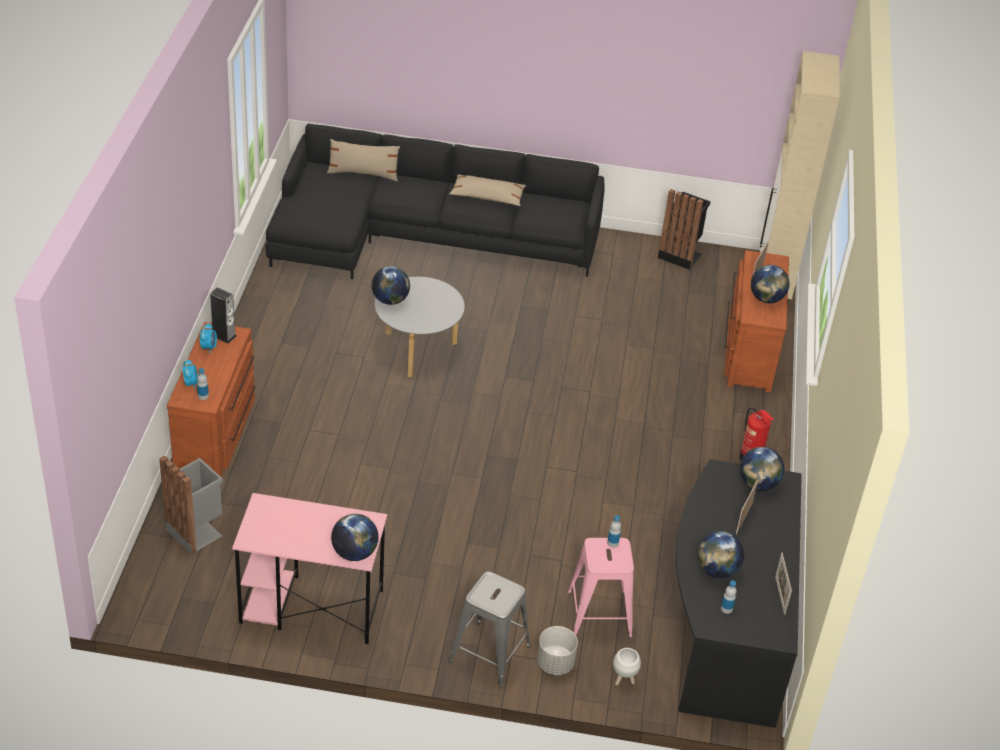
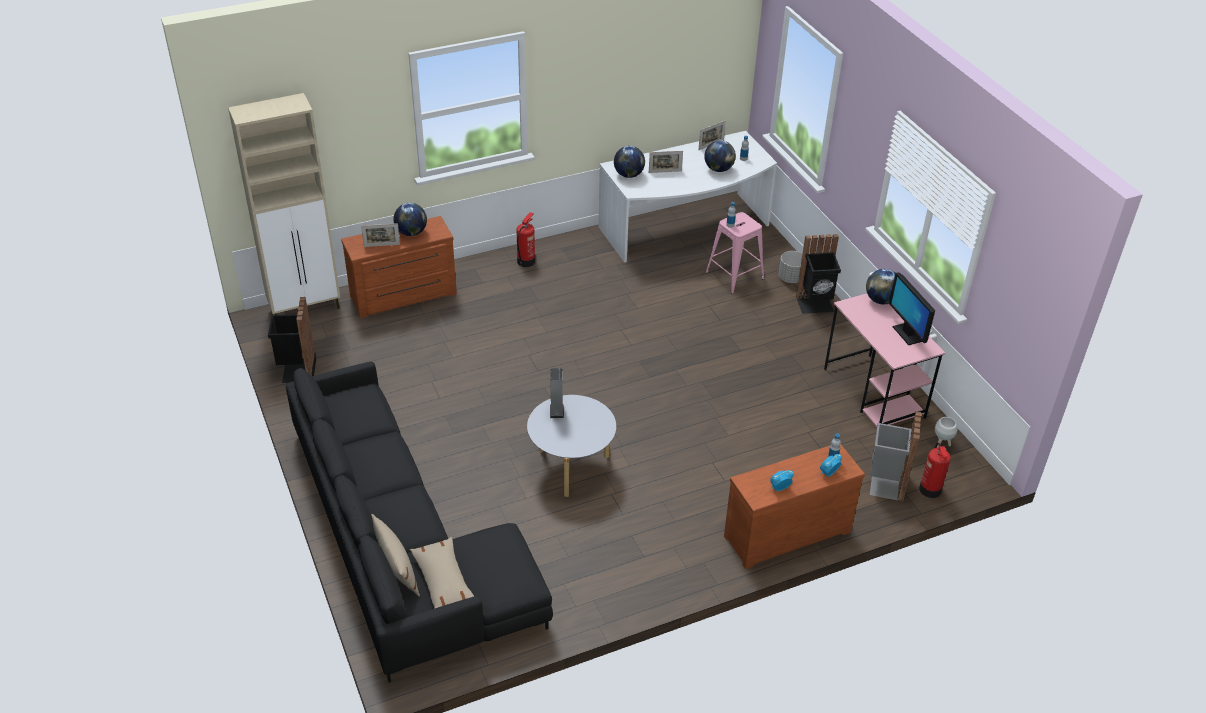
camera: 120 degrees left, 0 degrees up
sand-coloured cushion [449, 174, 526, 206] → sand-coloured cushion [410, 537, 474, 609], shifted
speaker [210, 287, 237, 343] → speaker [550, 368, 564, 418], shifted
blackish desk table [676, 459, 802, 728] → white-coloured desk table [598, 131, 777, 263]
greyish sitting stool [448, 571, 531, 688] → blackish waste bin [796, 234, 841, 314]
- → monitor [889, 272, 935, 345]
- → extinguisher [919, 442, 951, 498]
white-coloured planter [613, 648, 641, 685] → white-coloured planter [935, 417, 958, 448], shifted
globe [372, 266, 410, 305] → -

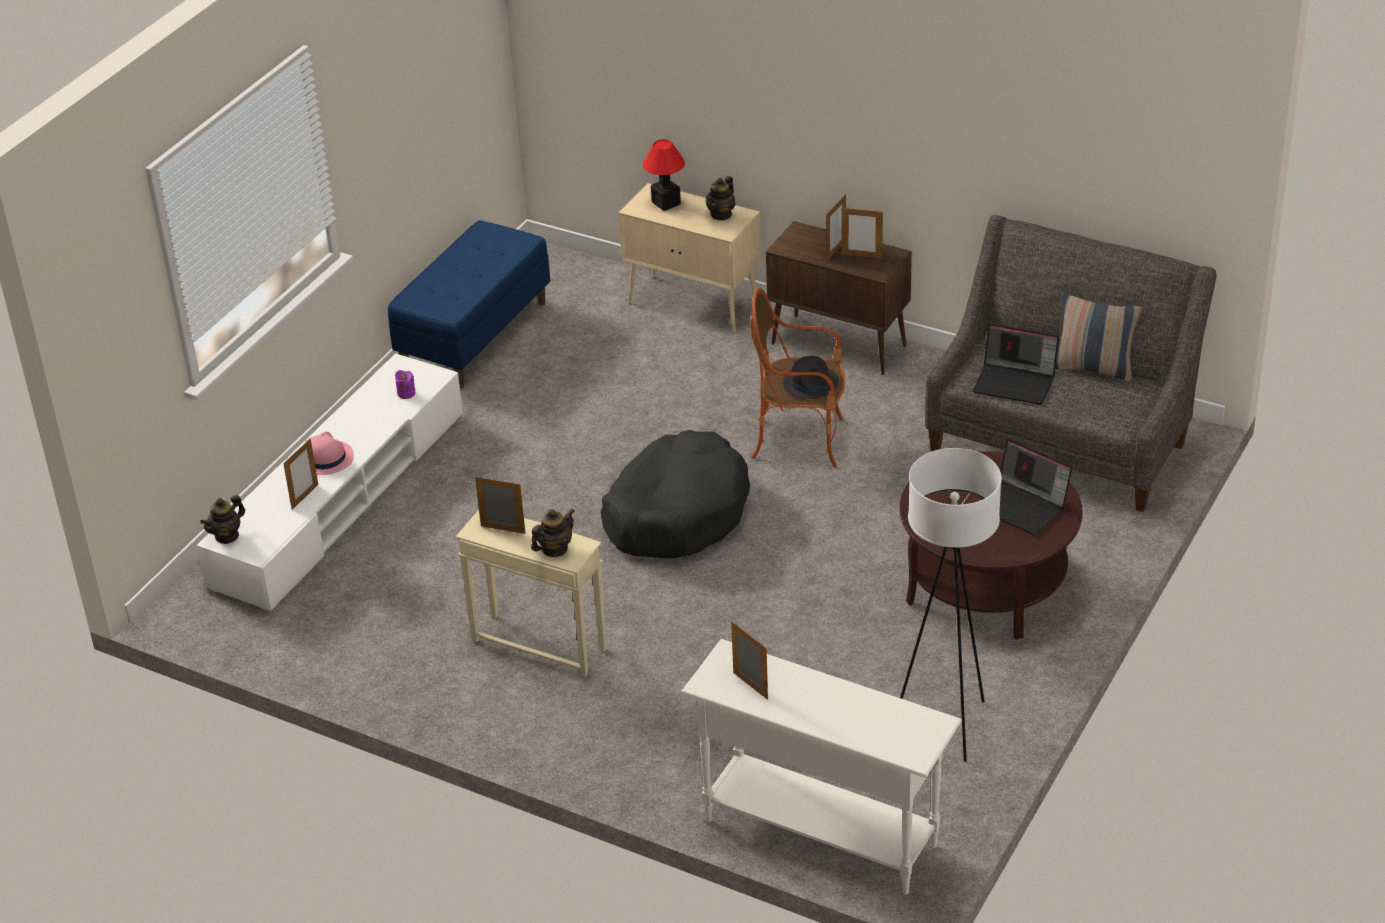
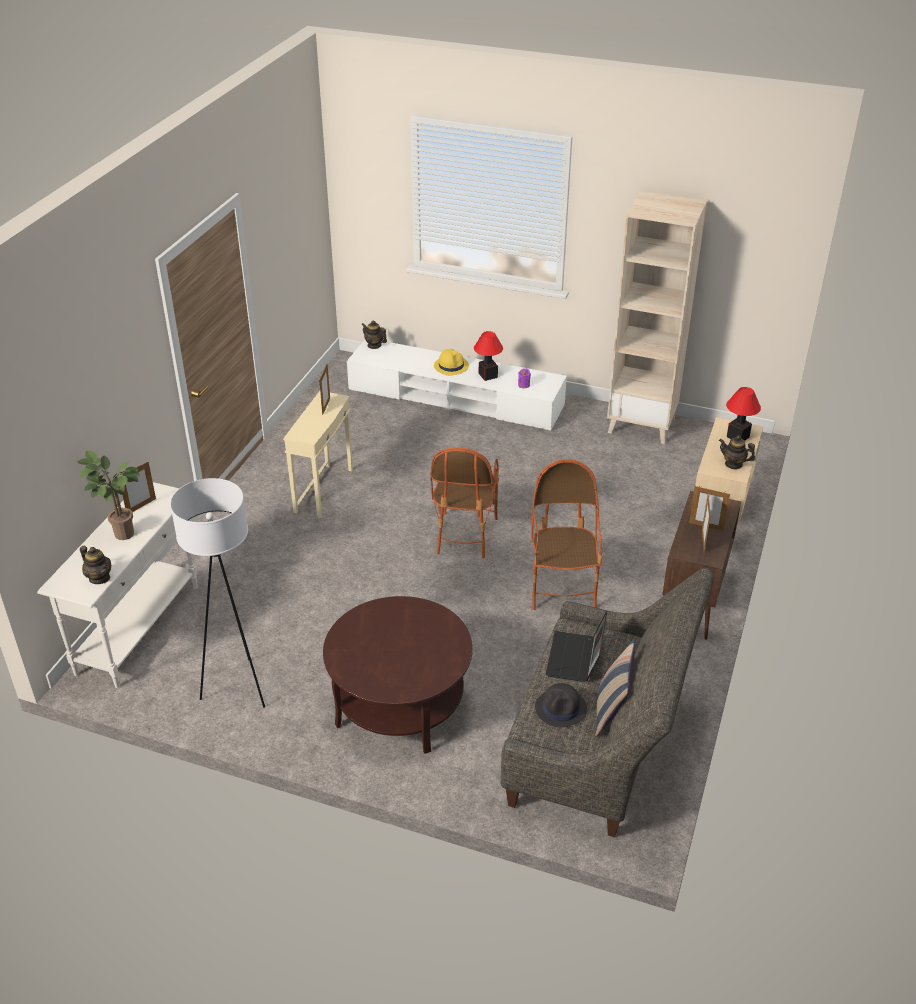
camera: 80 degrees right, 0 degrees up
- → houseplant [77, 450, 140, 540]
tea pot [531, 509, 575, 557] → tea pot [80, 546, 111, 584], shifted
blackish dog bed [600, 430, 750, 558] → easy chair [430, 447, 499, 558]
pink wearable hat [307, 431, 354, 475] → yellow-coloured wearable hat [434, 349, 469, 376]
- → tabletop lamp [474, 331, 503, 381]
blackish wearable hat [783, 356, 839, 399] → blackish wearable hat [535, 683, 587, 727], shifted
blue long seat [388, 220, 550, 388] → sand-coloured shelving unit [607, 191, 707, 444]
photo frame [283, 439, 318, 510] → -
notebook computer [976, 439, 1072, 535] → -

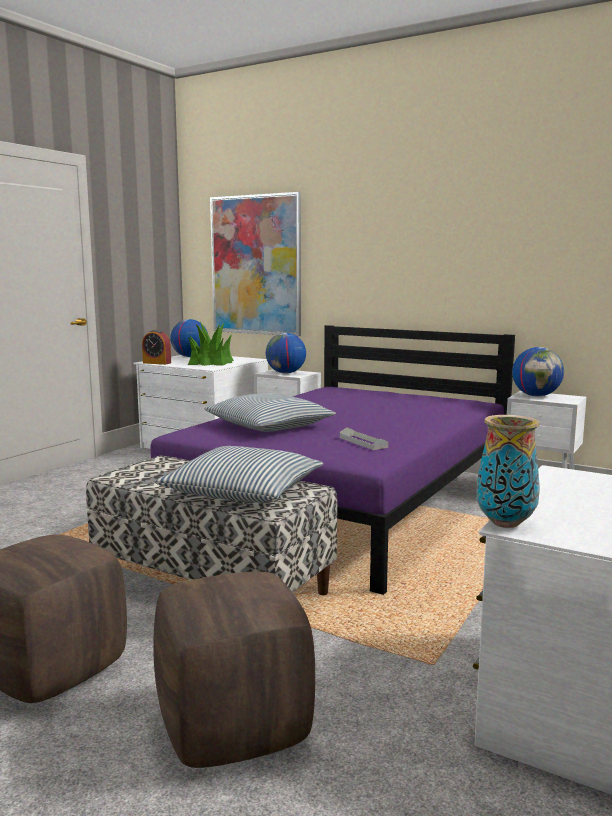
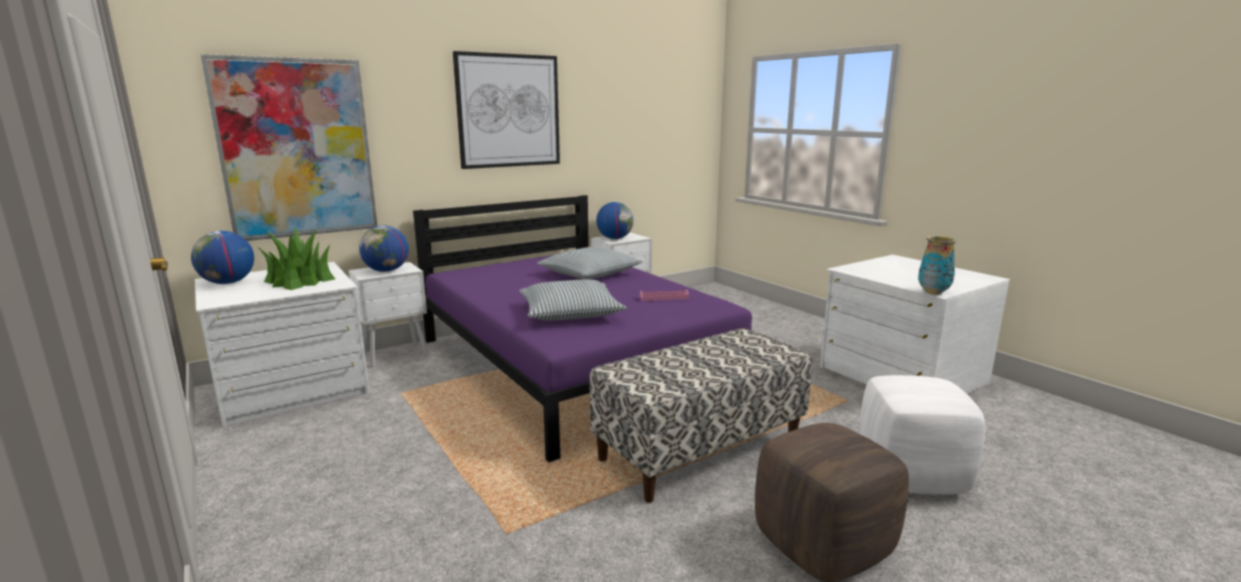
camera: 65 degrees left, 5 degrees up
- → picture [453, 51, 560, 169]
cushion [155, 446, 323, 503] → cushion [537, 247, 642, 279], shifted
greyish tray [340, 427, 388, 450] → pink tray [640, 289, 689, 301]
brown footrest [153, 572, 315, 768] → white-coloured footrest [859, 375, 985, 495]
table clock [142, 330, 171, 365] → -

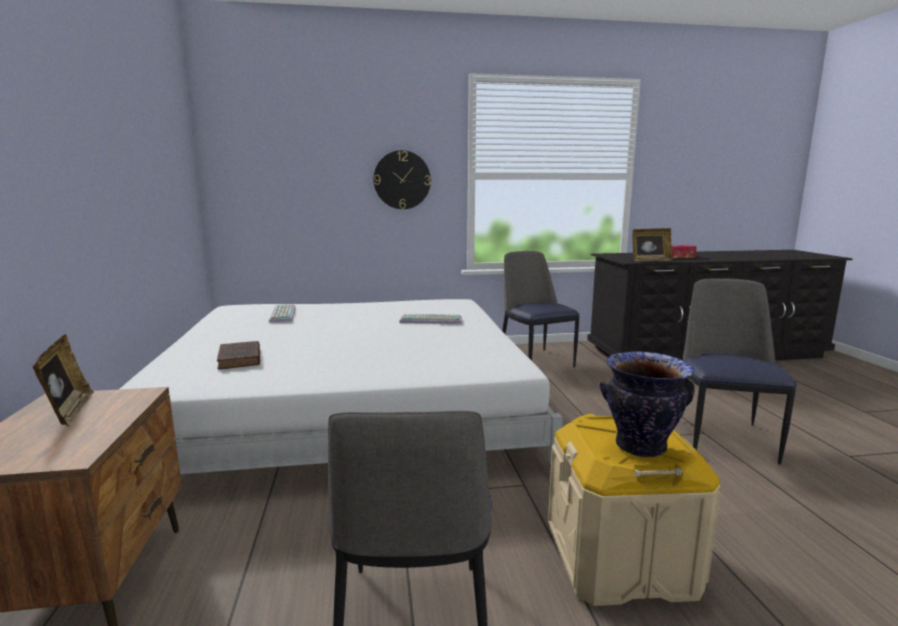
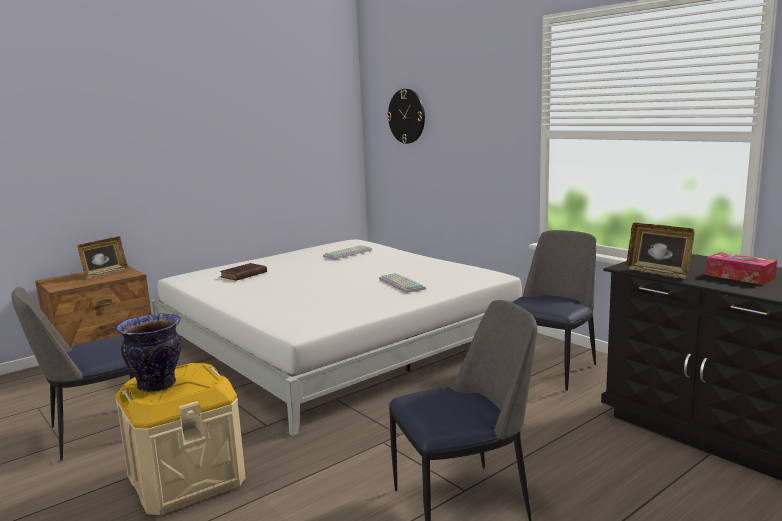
camera: 60 degrees right, 0 degrees up
hanging clock [374, 150, 431, 209] → hanging clock [387, 89, 425, 144], shifted

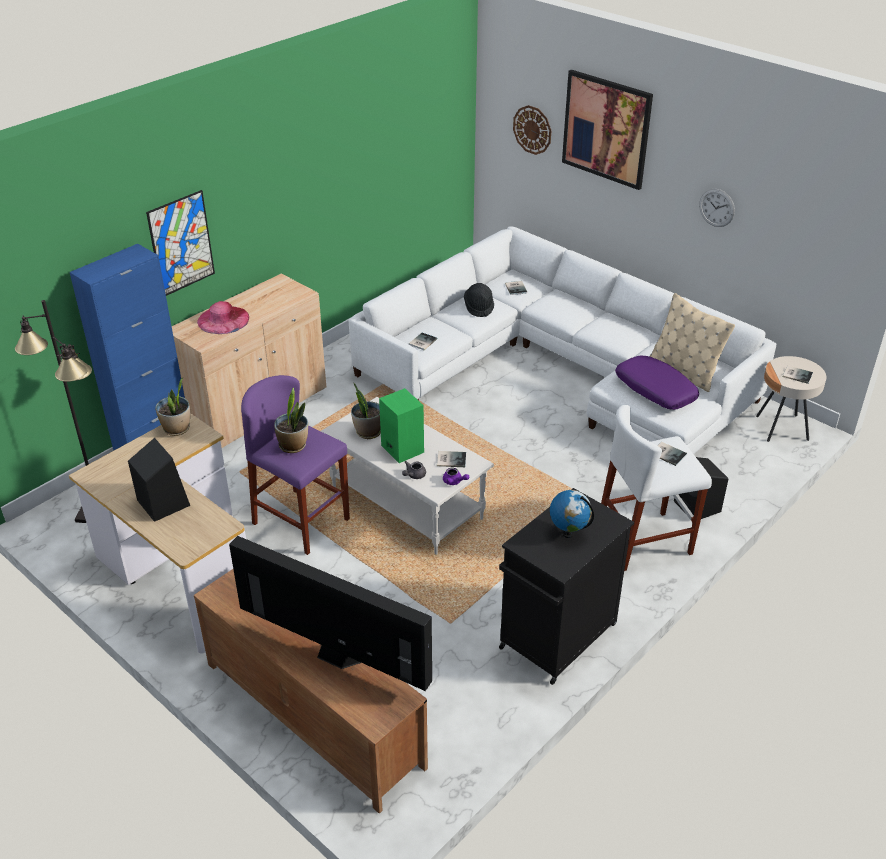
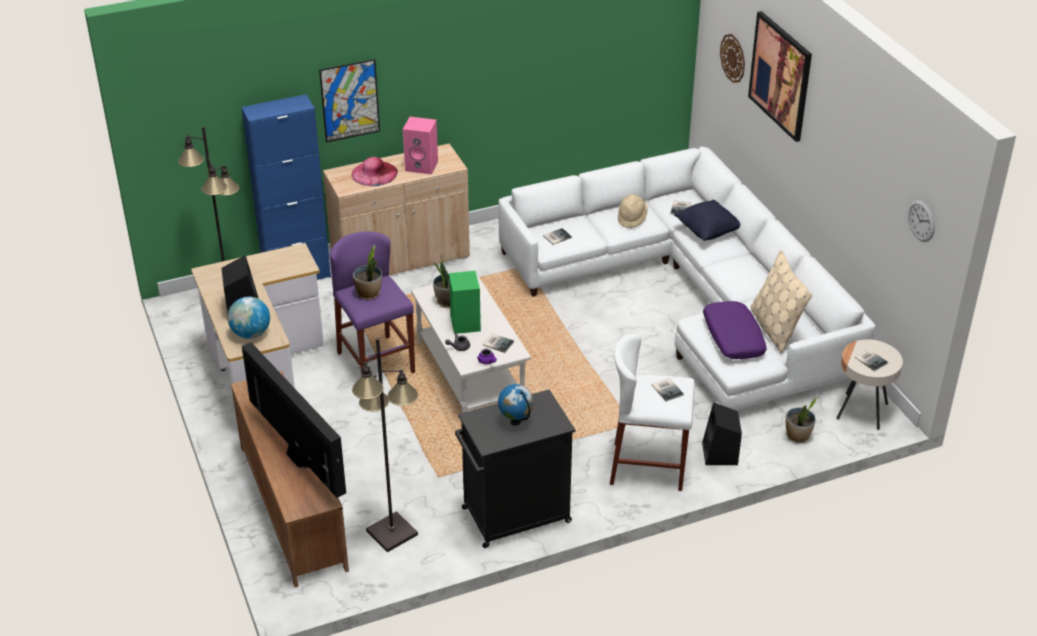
camera: 25 degrees right, 0 degrees up
- → globe [227, 297, 270, 339]
- → blackish standing lamp [352, 338, 418, 552]
- → pink speaker [403, 117, 438, 175]
blackish wearable hat [464, 283, 494, 317] → sand-coloured wearable hat [618, 194, 648, 228]
- → blackish cushion [674, 200, 740, 241]
houseplant [155, 378, 190, 436] → houseplant [786, 398, 818, 443], shifted
hanging clock [699, 189, 735, 227] → hanging clock [908, 200, 935, 242], shifted

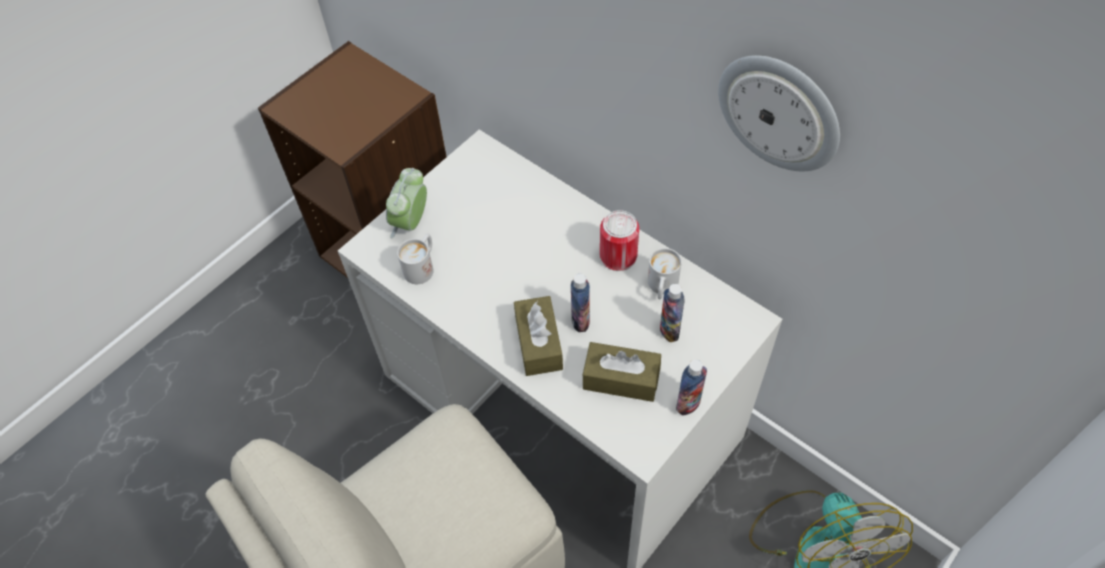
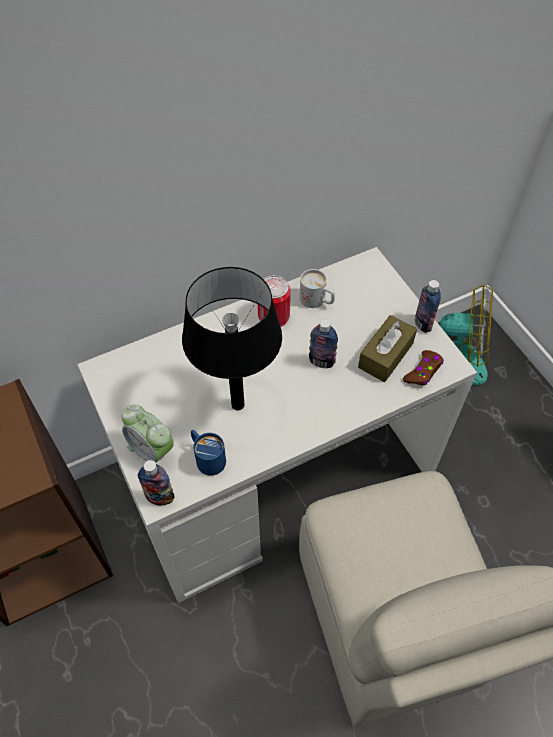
camera: 70 degrees left, 0 degrees up
beverage bottle [660, 284, 684, 342] → beverage bottle [137, 460, 175, 505], shifted
- → blackish tabletop lamp [182, 267, 282, 410]
white-coloured mug [397, 234, 433, 284] → blue mug [191, 430, 226, 476]
- → brown game controller [403, 350, 444, 385]
brown tissue holder [514, 296, 563, 376] → -
hanging clock [718, 55, 840, 171] → -

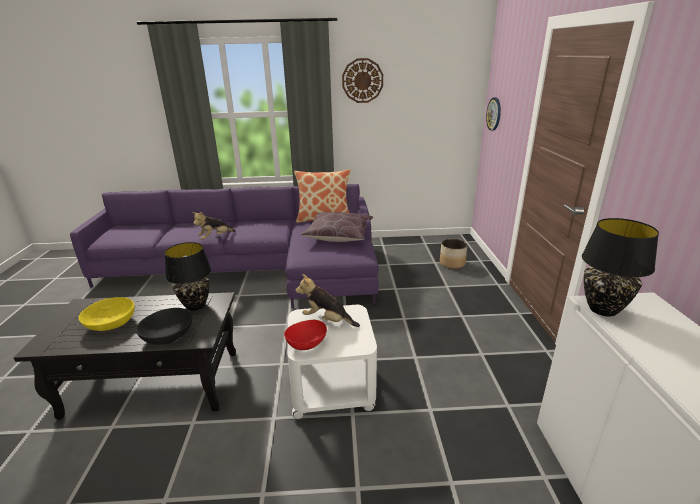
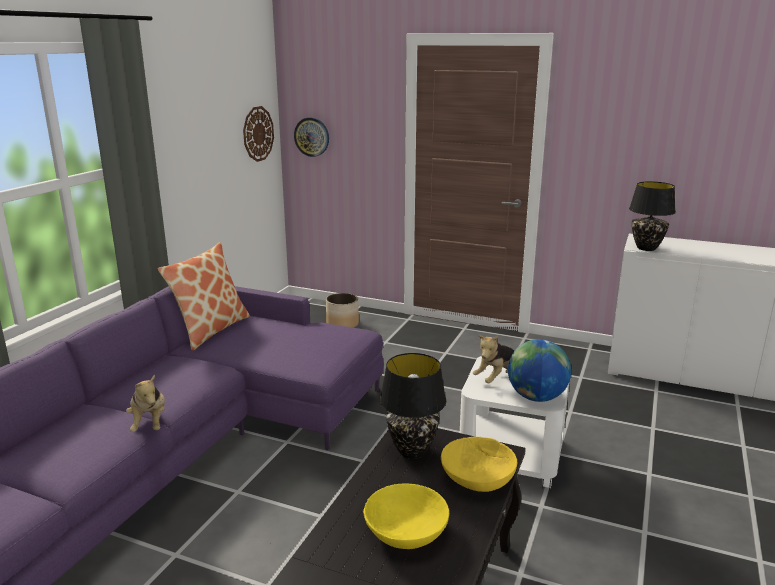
camera: 65 degrees left, 5 degrees down
hanging clock [342, 58, 383, 103] → hanging clock [243, 106, 274, 162], shifted
blackish serving bowl [136, 308, 192, 345] → yellow-coloured serving bowl [441, 437, 517, 492]
reddish serving bowl [284, 320, 327, 350] → globe [508, 339, 571, 402]
brown cushion [301, 212, 373, 242] → -

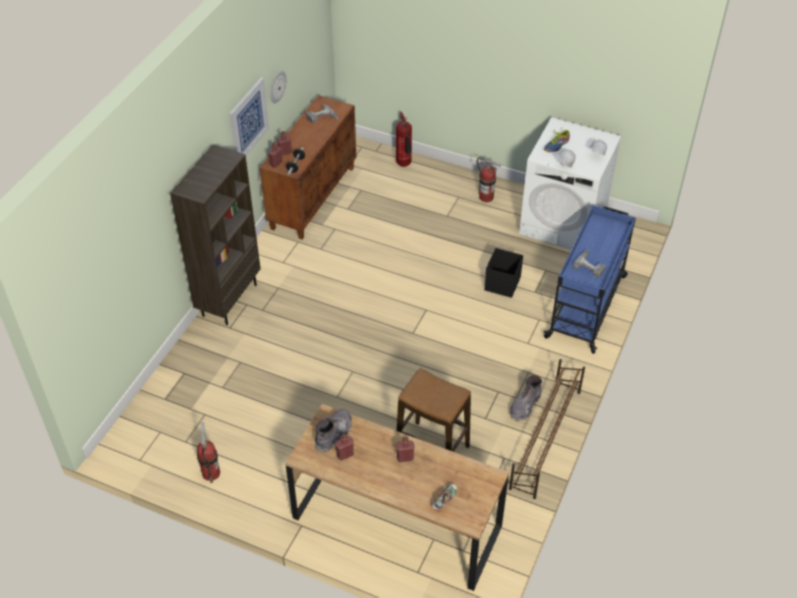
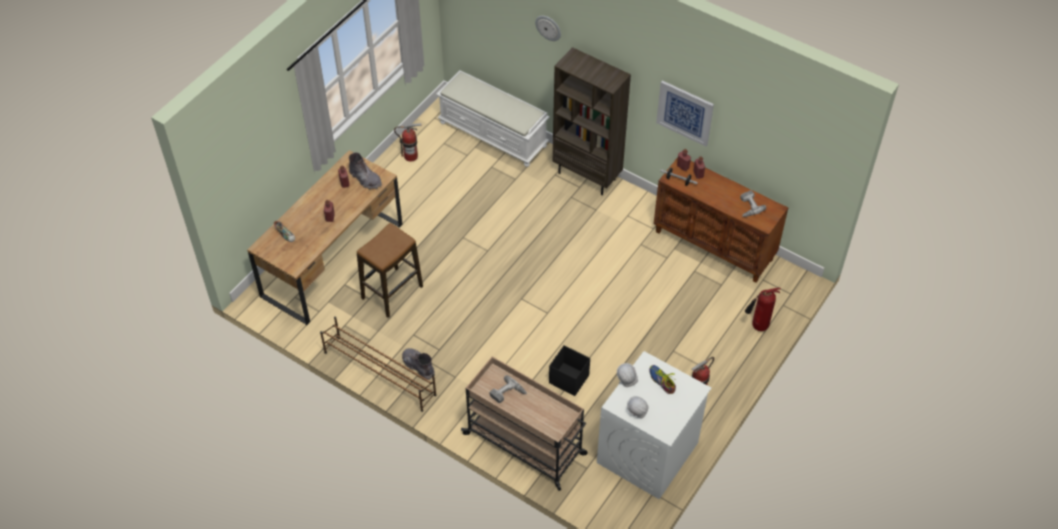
camera: 100 degrees right, 5 degrees up
- → white-coloured long seat [436, 70, 549, 167]
blue cart [543, 205, 636, 354] → sand-coloured cart [461, 356, 588, 491]
hanging clock [270, 71, 286, 103] → hanging clock [535, 16, 561, 41], shifted

